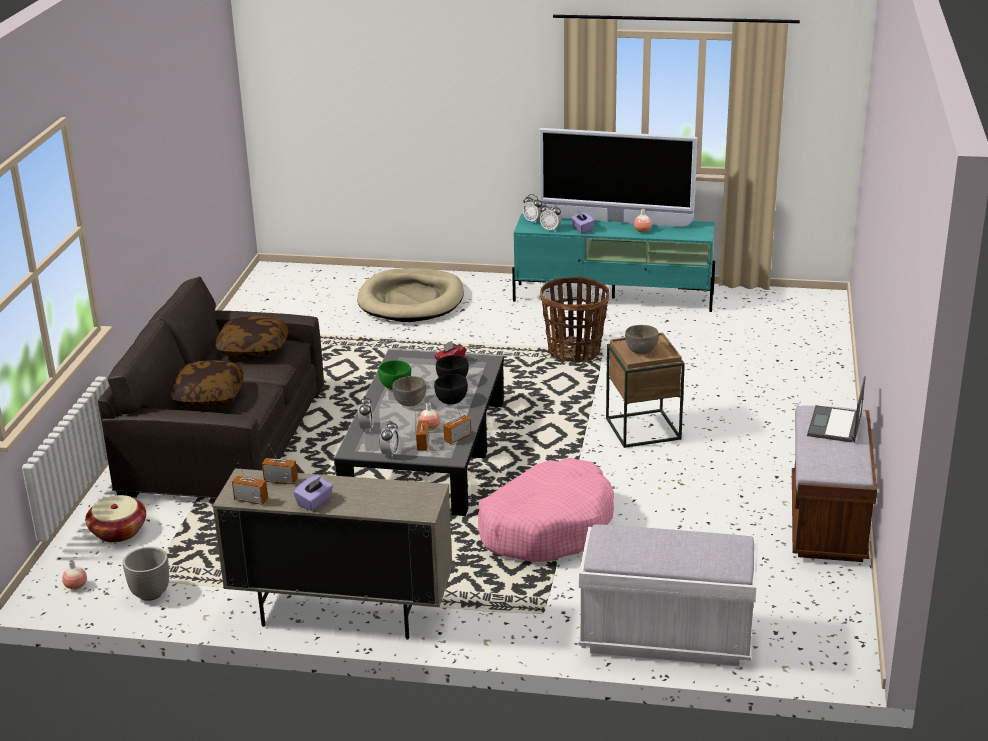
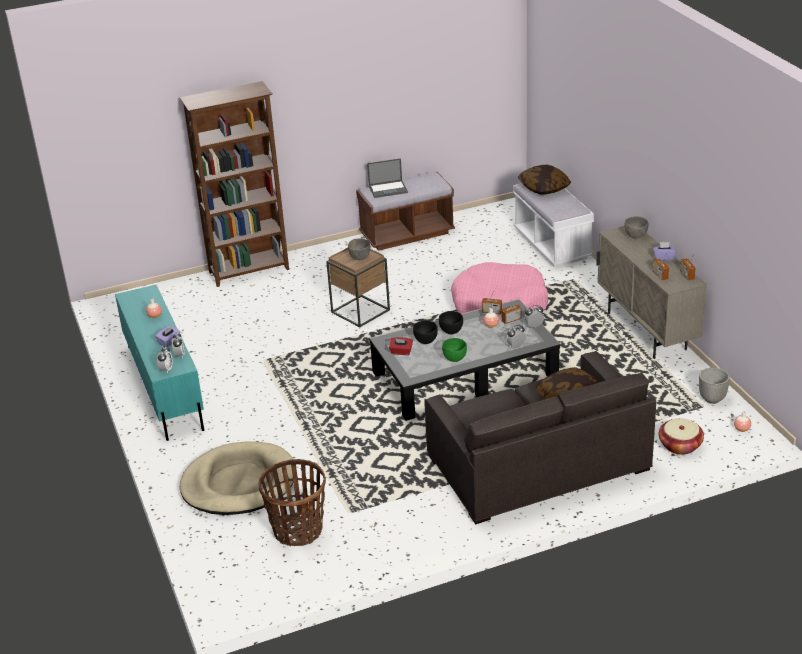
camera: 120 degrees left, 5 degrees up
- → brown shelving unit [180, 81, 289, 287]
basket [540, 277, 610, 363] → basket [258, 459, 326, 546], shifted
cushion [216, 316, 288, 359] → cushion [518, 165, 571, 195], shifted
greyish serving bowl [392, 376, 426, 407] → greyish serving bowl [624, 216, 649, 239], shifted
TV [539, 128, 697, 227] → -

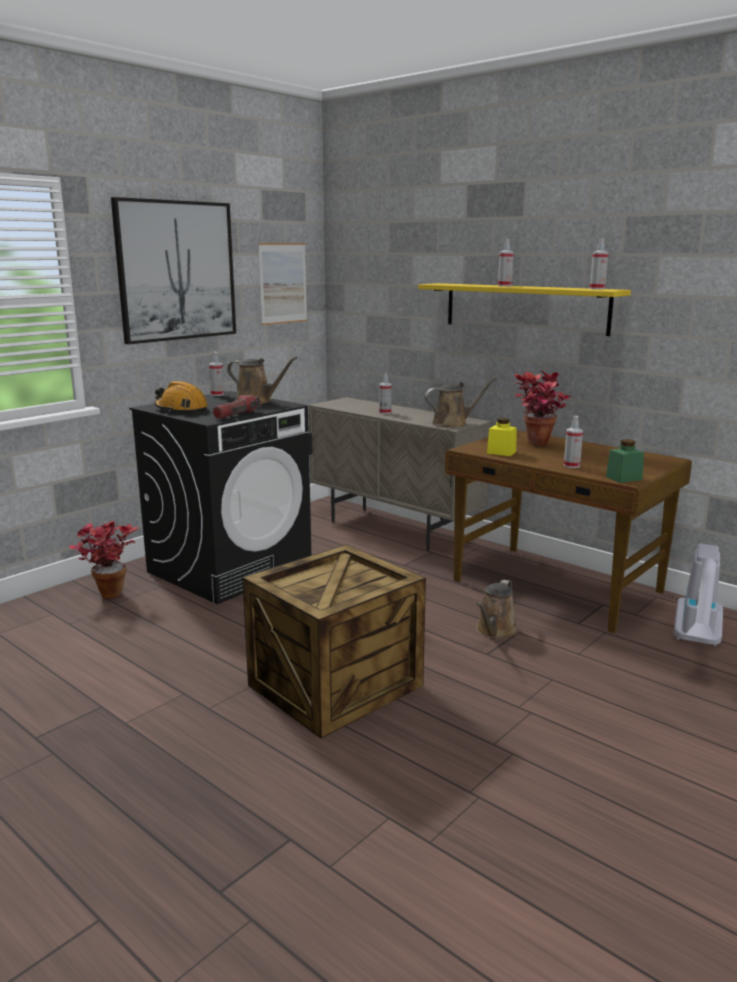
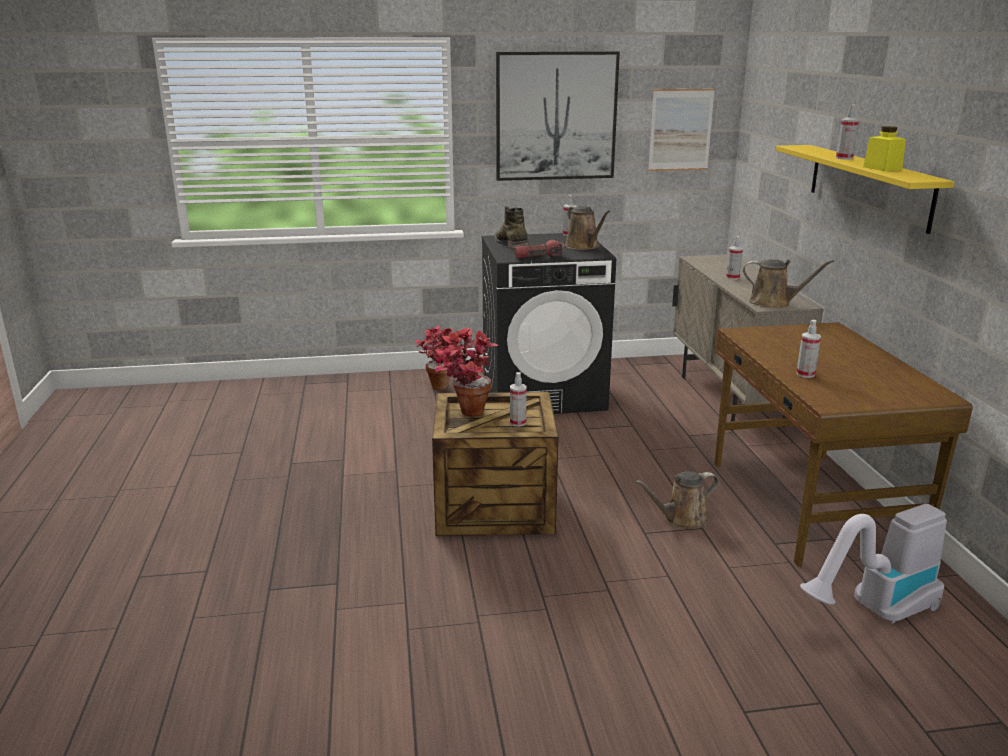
camera: 40 degrees right, 5 degrees up
houseplant [514, 370, 571, 446] → houseplant [435, 328, 499, 417], shifted
orange-coloured safety helmet [154, 381, 208, 413] → greenish tall boot [495, 206, 529, 250]
sprayer [590, 238, 609, 290] → sprayer [510, 372, 527, 427], shifted
yellow-coloured preserve jar [487, 418, 517, 456] → yellow-coloured preserve jar [863, 126, 906, 171], shifted
greenish preserve jar [606, 439, 644, 483] → -

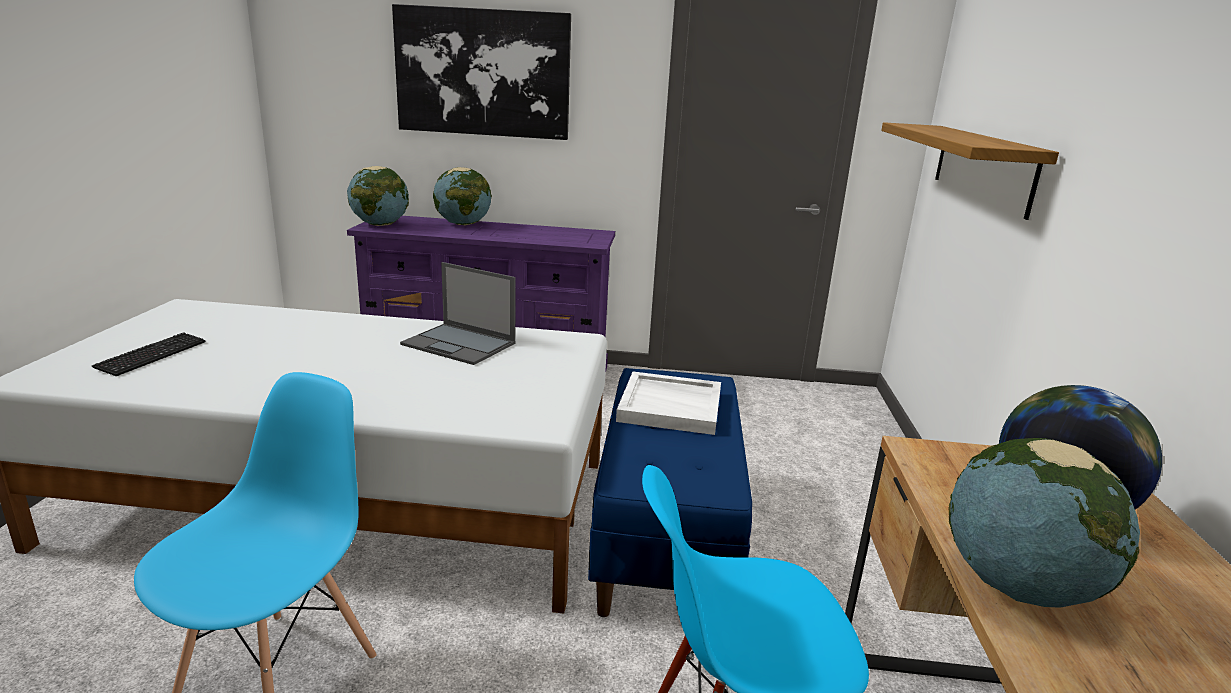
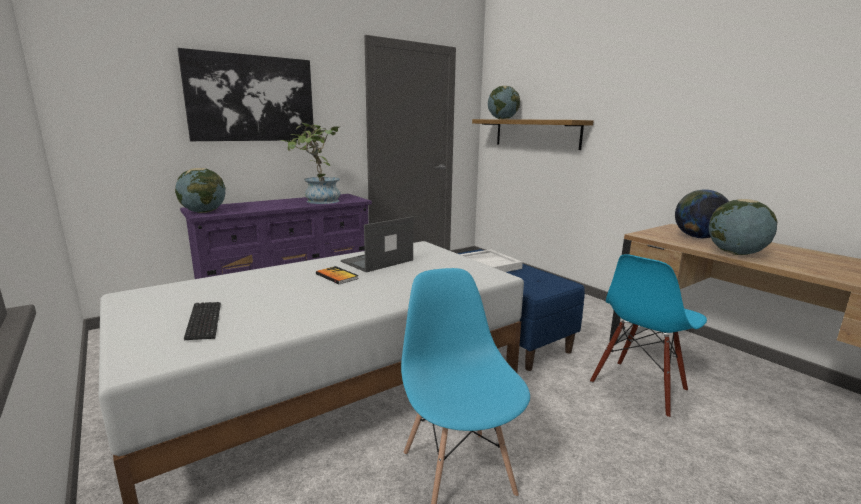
camera: 40 degrees left, 5 degrees down
- → houseplant [281, 123, 340, 204]
- → book [316, 266, 359, 284]
notebook computer [400, 262, 515, 365] → notebook computer [341, 216, 413, 272], 150 degrees clockwise
globe [433, 167, 492, 225] → globe [488, 86, 520, 119], shifted

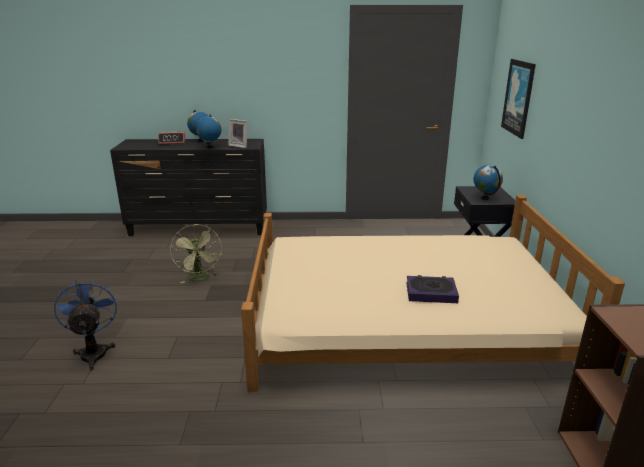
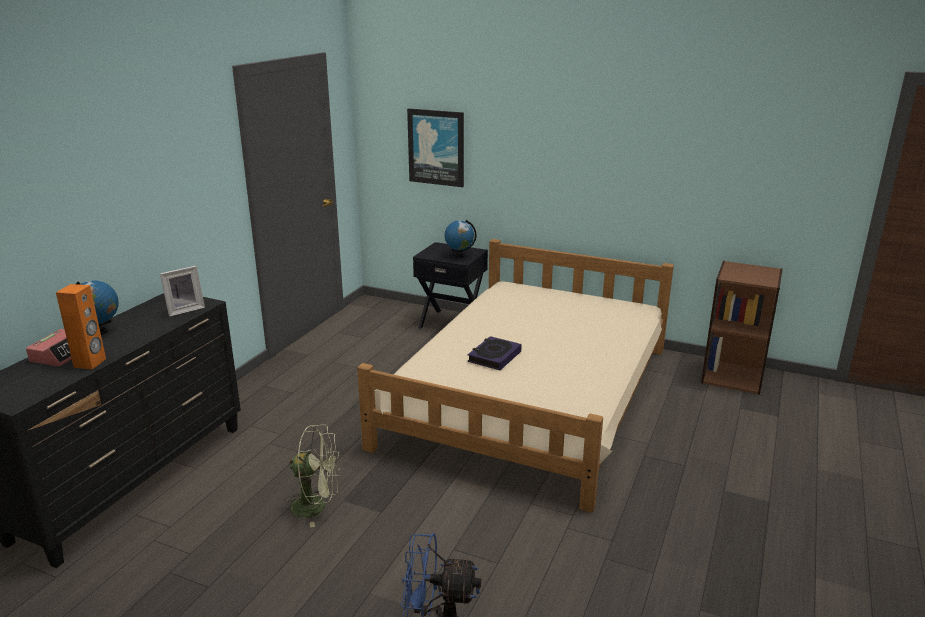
camera: 65 degrees left, 0 degrees up
- → orange-coloured speaker [56, 284, 106, 369]
book [406, 275, 459, 303] → book [468, 336, 522, 370], shifted
globe [196, 114, 221, 148] → -

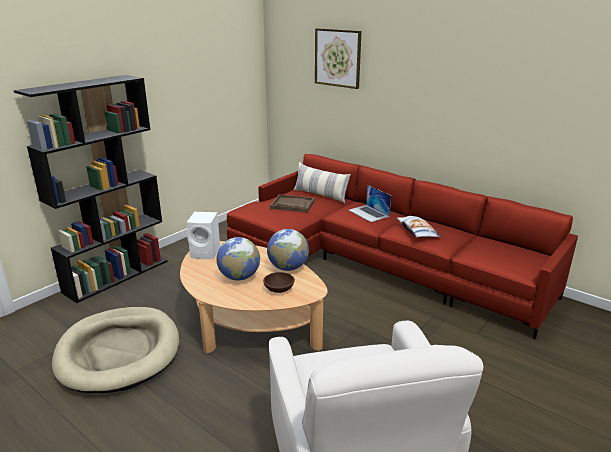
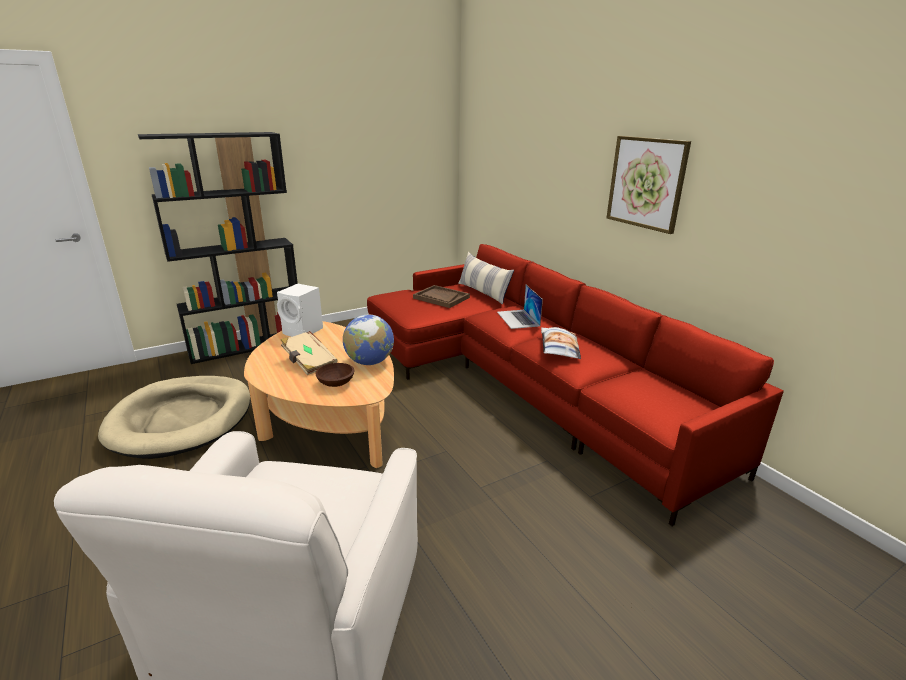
camera: 20 degrees right, 0 degrees up
globe [216, 237, 260, 281] → sand-coloured book [281, 331, 338, 375]
picture [315, 28, 362, 89] → picture [606, 136, 691, 234], shifted

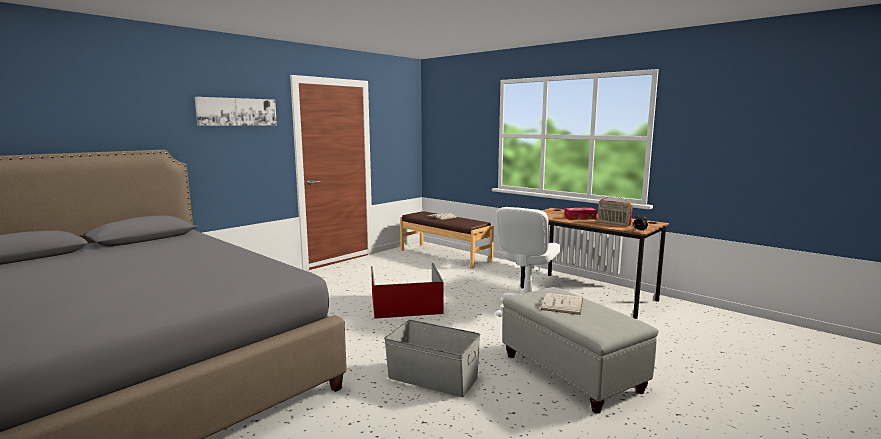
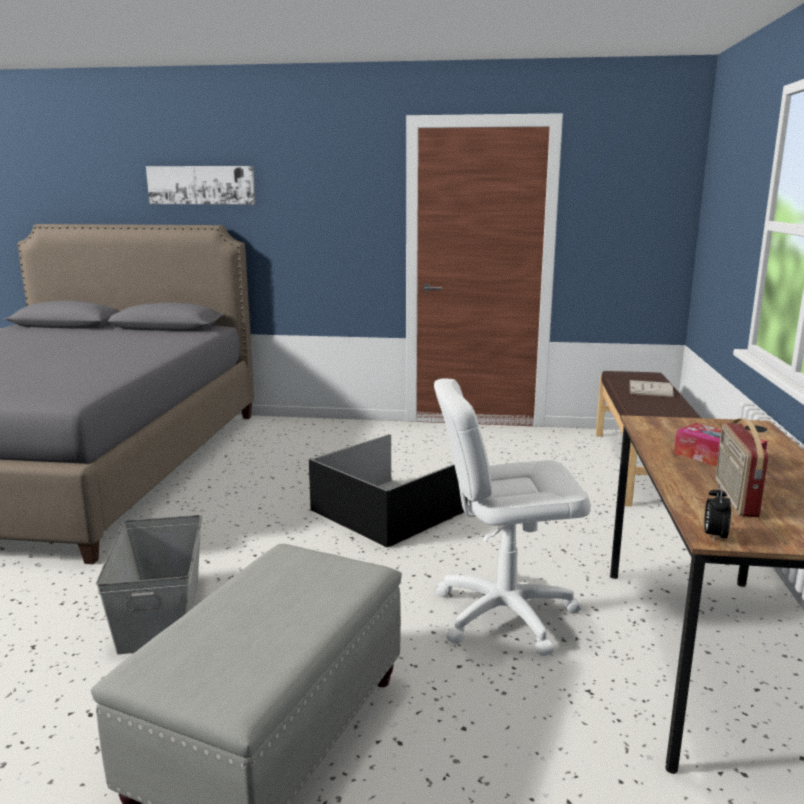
camera: 55 degrees right, 5 degrees up
picture [195, 97, 277, 126] → picture [146, 166, 255, 204], shifted
reddish storage bin [371, 263, 443, 319] → blackish storage bin [309, 434, 468, 547]
white-coloured book [541, 293, 583, 315] → -

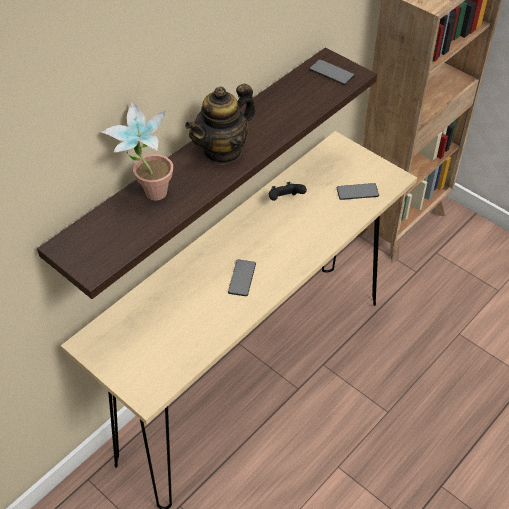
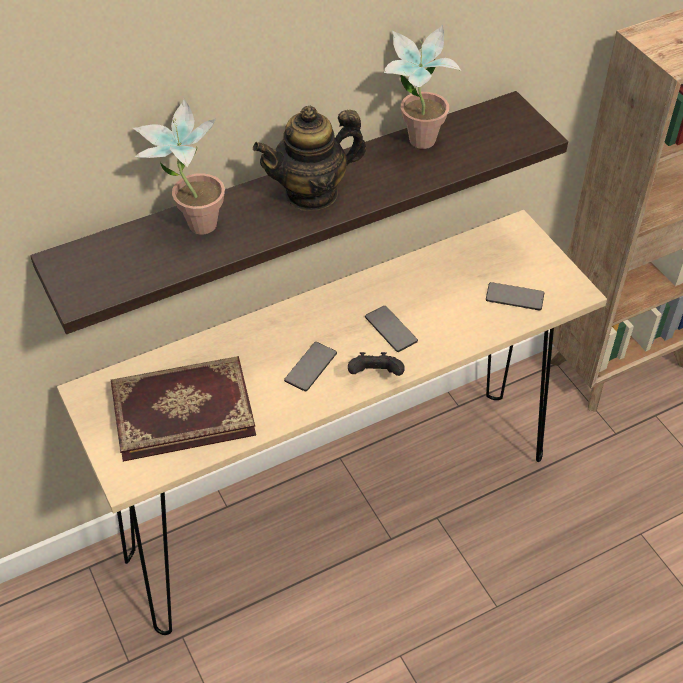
camera: 20 degrees right, 0 degrees up
- → book [111, 356, 256, 462]
blackish game controller [269, 182, 307, 201] → blackish game controller [348, 352, 405, 376], shifted
phone [309, 59, 355, 85] → phone [365, 306, 418, 352], shifted
- → houseplant [384, 24, 461, 149]

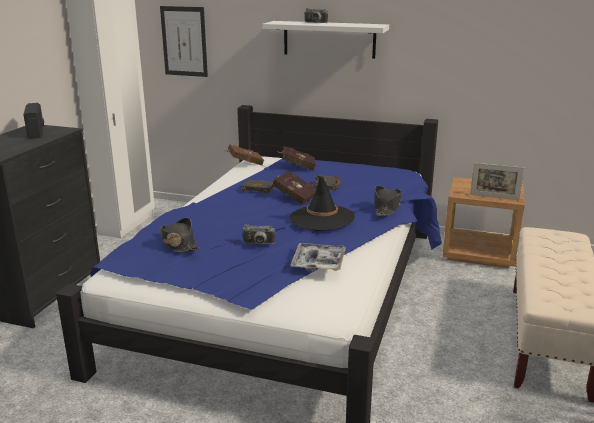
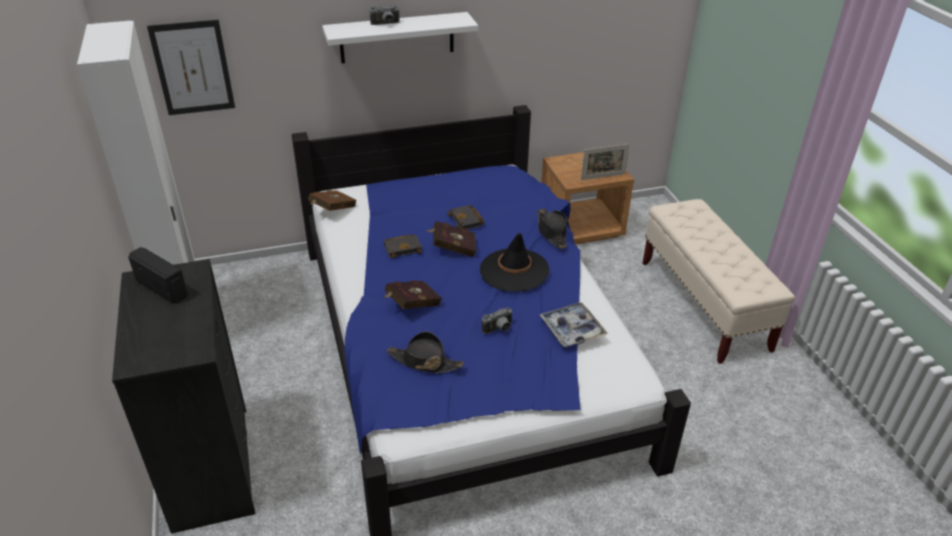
camera: 35 degrees left, 15 degrees up
reddish book [278, 146, 316, 171] → reddish book [384, 280, 442, 309], shifted

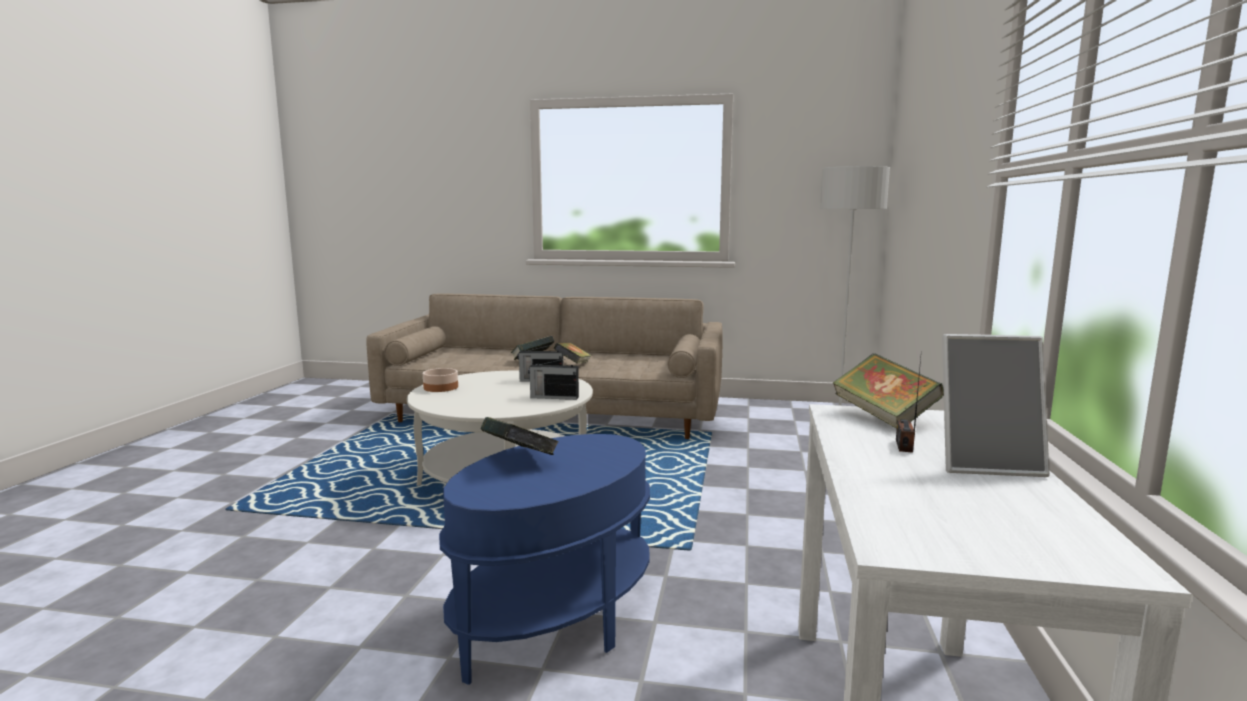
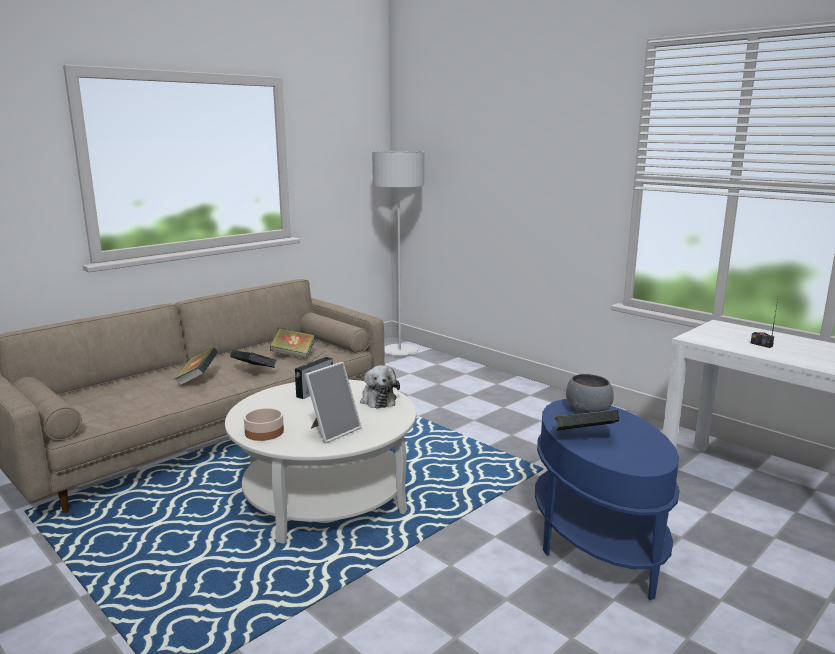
camera: 55 degrees left, 5 degrees up
book [832, 354, 944, 429] → book [270, 327, 316, 359], shifted
photo frame [942, 334, 1050, 477] → photo frame [305, 362, 362, 444], shifted
radio set [528, 358, 579, 400] → plush toy [360, 365, 400, 409]
- → greyish serving bowl [566, 374, 614, 413]

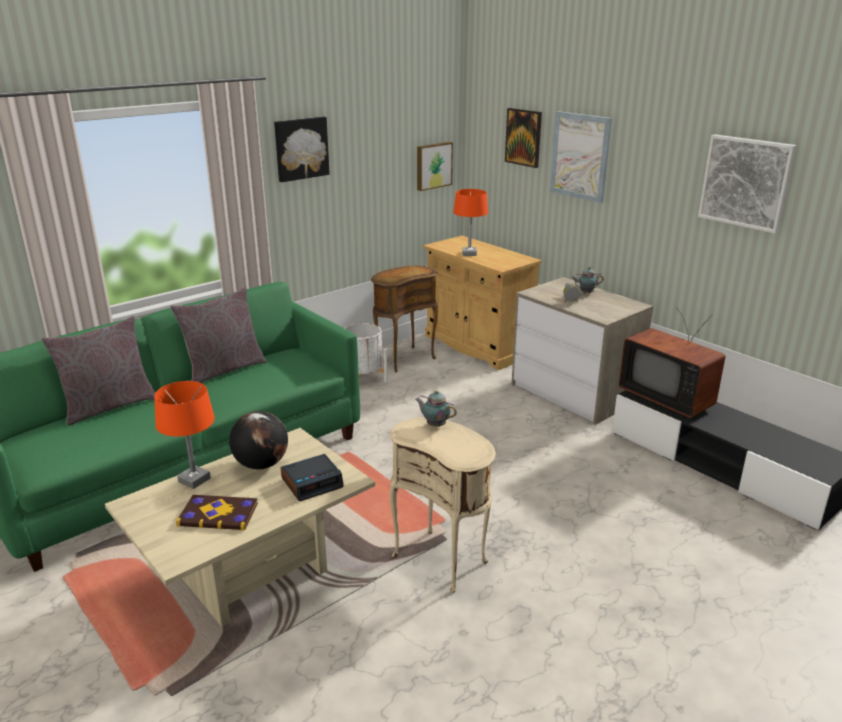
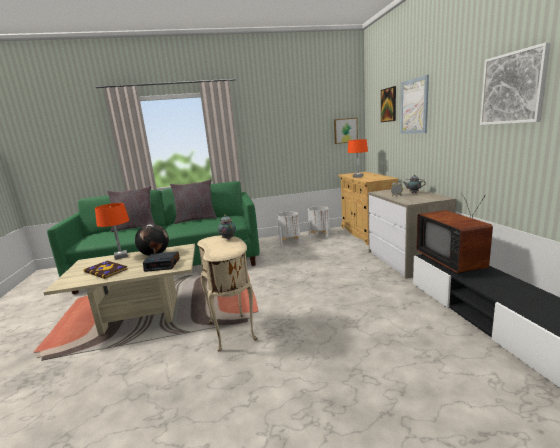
camera: 30 degrees right, 10 degrees down
brown end table [371, 266, 438, 372] → white-coloured planter [308, 206, 330, 239]
picture [274, 117, 330, 182] → -

